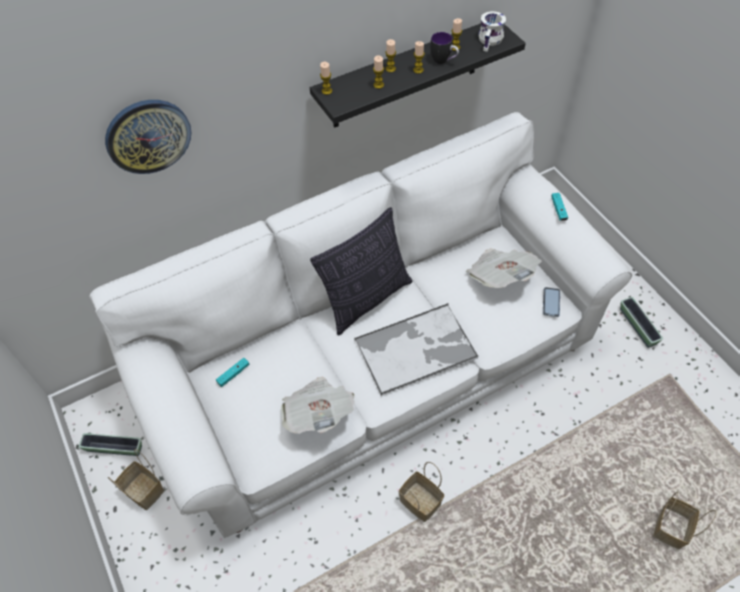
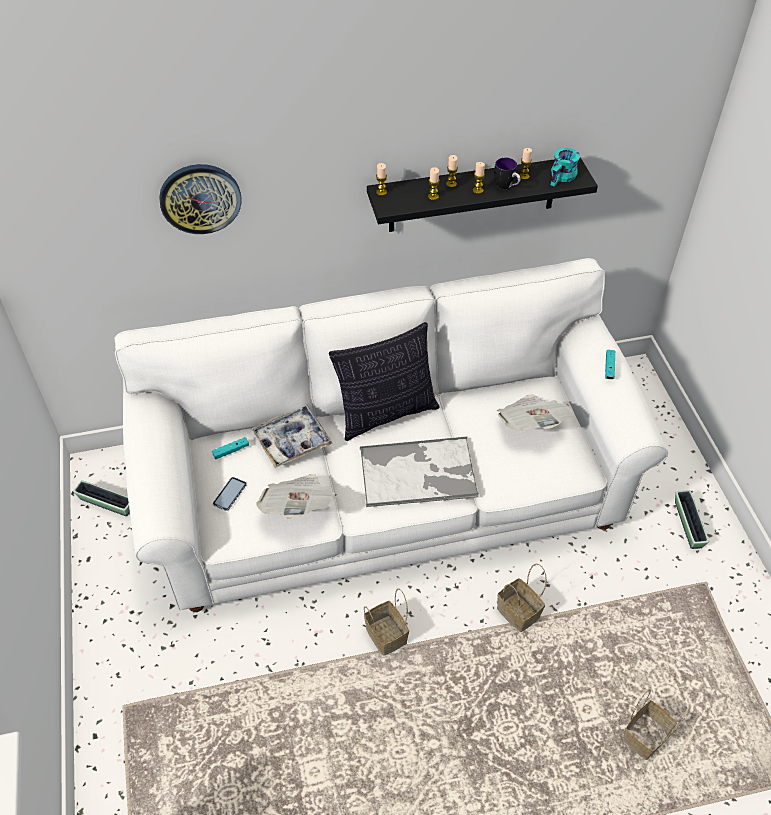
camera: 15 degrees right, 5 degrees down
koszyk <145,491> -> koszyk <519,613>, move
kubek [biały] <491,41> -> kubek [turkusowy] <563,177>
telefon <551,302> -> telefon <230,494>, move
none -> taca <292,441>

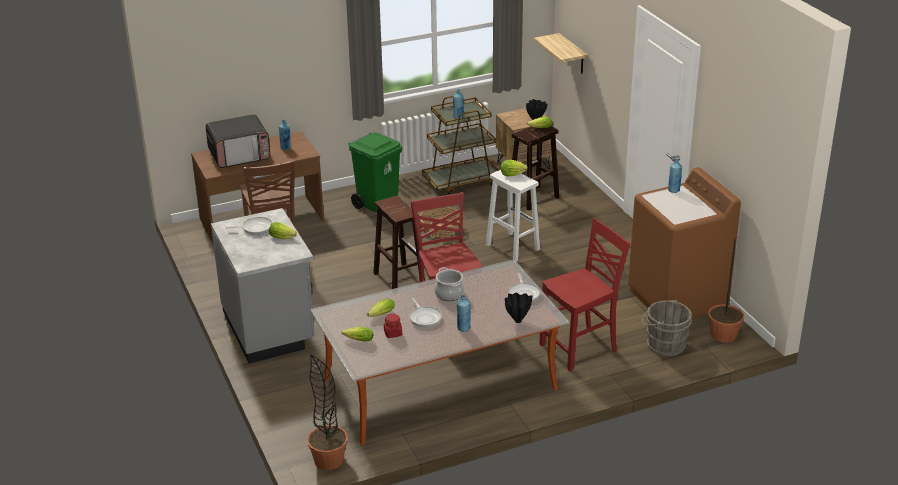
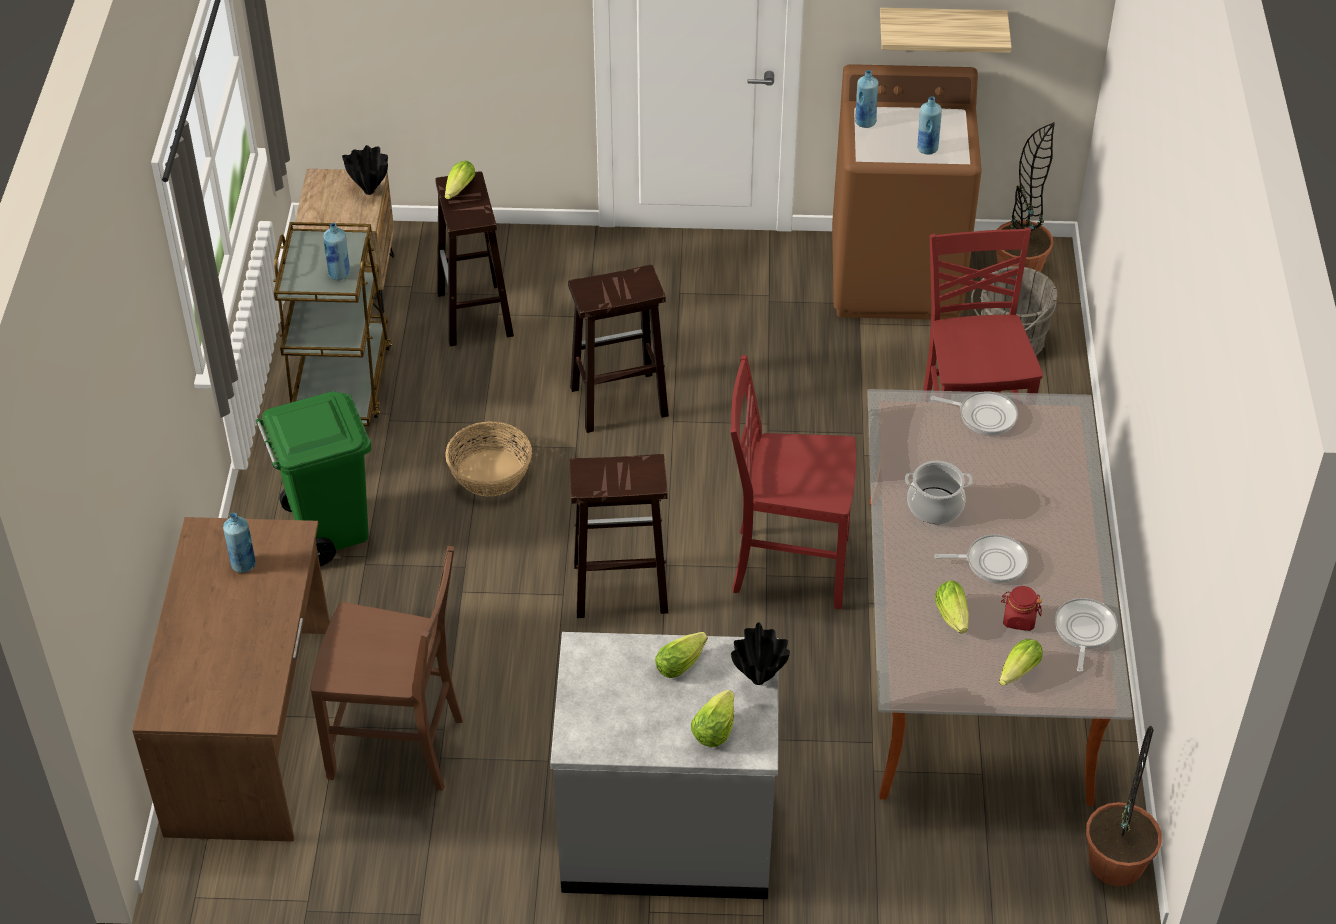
camera: 65 degrees left, 15 degrees up
mikrofalówka <240,155> -> none
patelnia <255,228> -> patelnia <1084,631>, move
butelka [niebieski] <463,328> -> butelka [niebieski] <927,148>, move
stołek [biały] <512,247> -> stołek [brązowy] <617,402>
sałata <512,174> -> sałata <714,730>, move
wazon [czarny] <517,321> -> wazon [czarny] <758,681>, move
półka <573,54> -> półka <941,29>, move

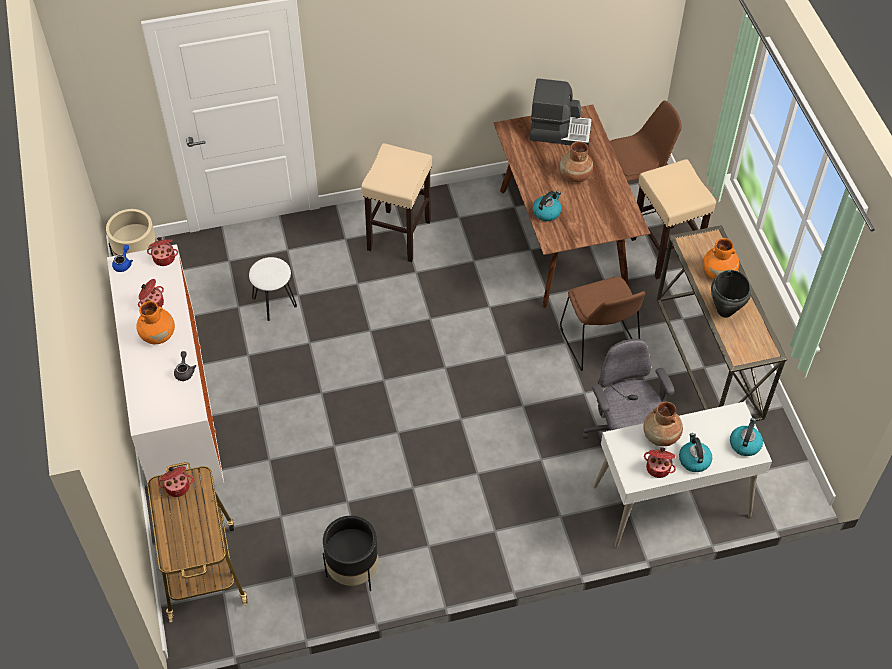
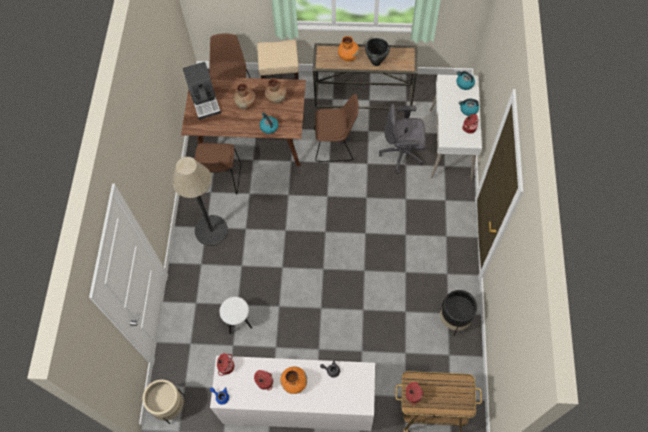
camera: 70 degrees left, 10 degrees up
stołek [beżowy] <399,235> -> lampa stojąca <211,230>
ekspres do kawy <559,131> -> ekspres do kawy <205,100>, 135 degrees clockwise
wazon [brązowy] <661,436> -> wazon [brązowy] <276,98>, move
none -> krzesło [brązowy] <219,179>

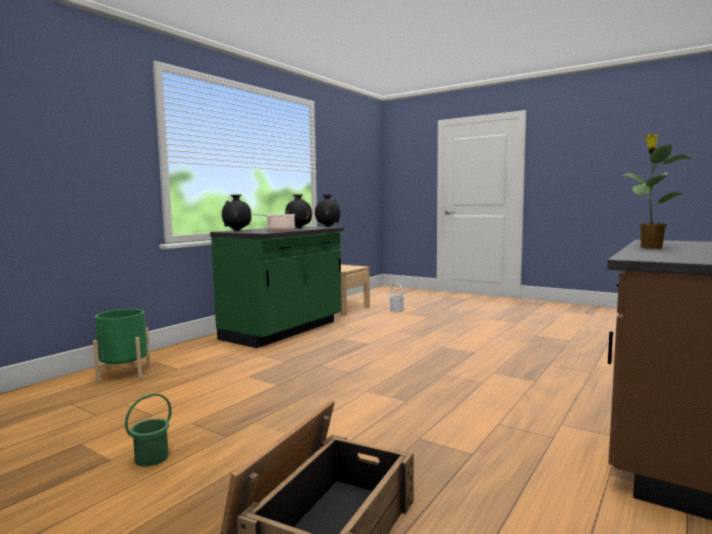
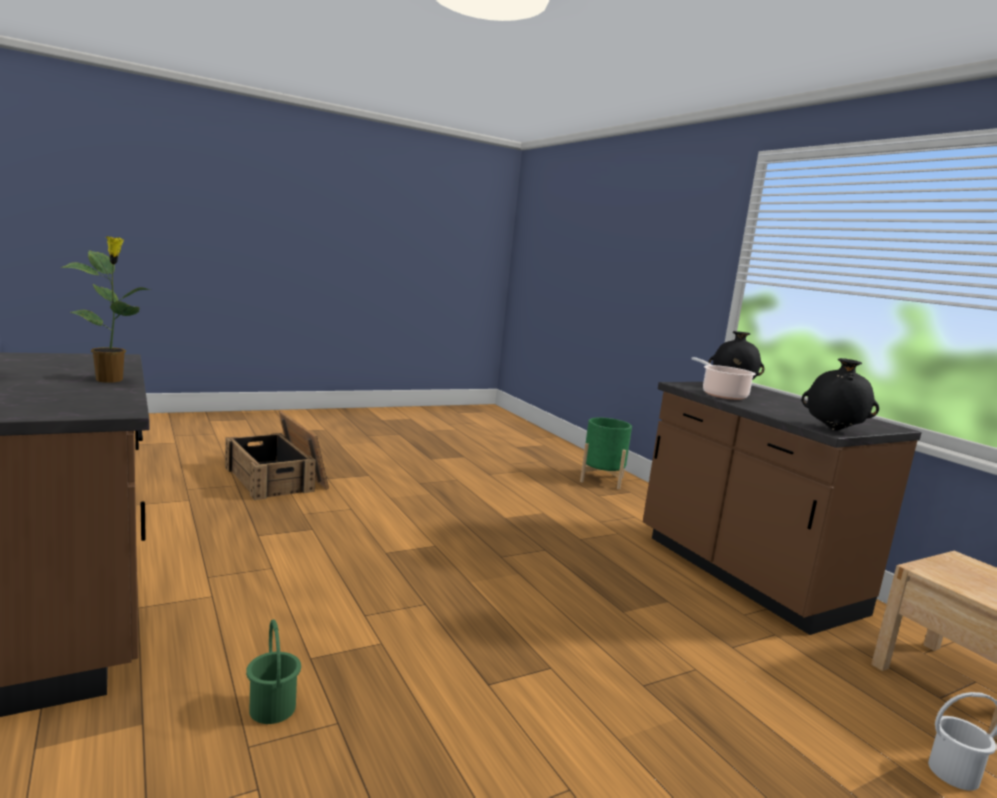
camera: 115 degrees right, 5 degrees up
wiadro [zielony] <151,458> -> wiadro [zielony] <273,708>, move
zabudowa kuchenna [zielony] <284,330> -> zabudowa kuchenna [brązowy] <744,575>
wazon [czarny] <298,228> -> none

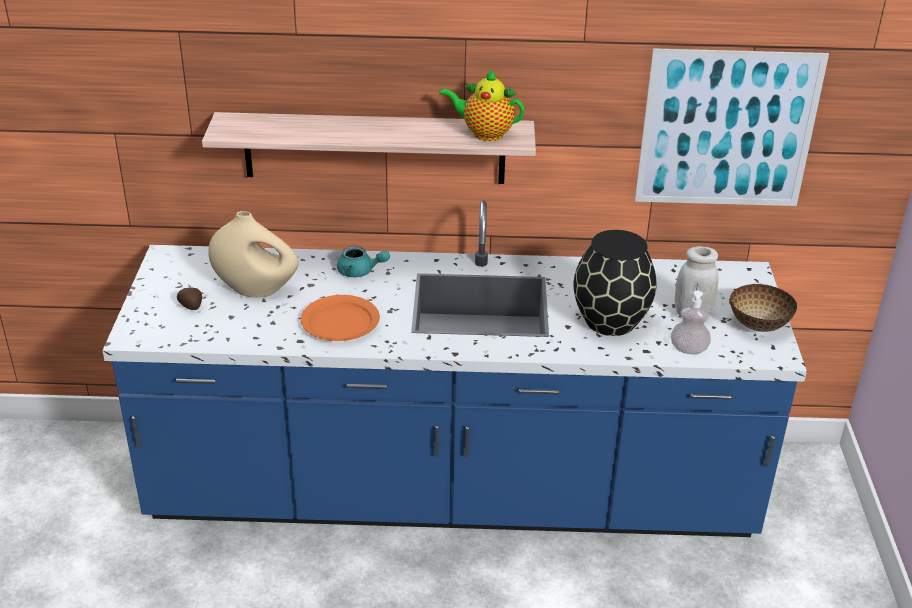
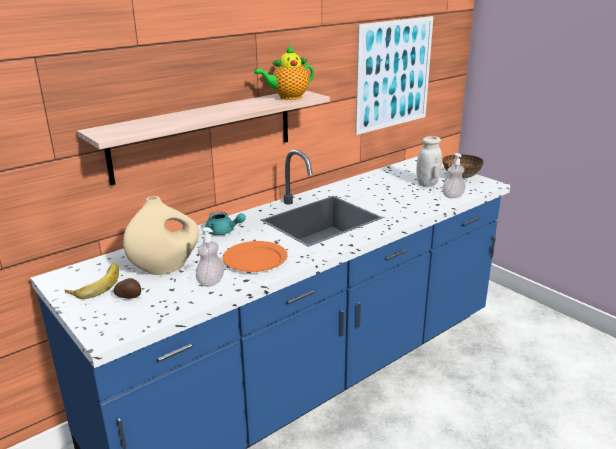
camera: 40 degrees left, 10 degrees down
imbryk [turkusowy] <360,272> -> imbryk [turkusowy] <223,232>, 45 degrees clockwise
wazon [czarny] <609,320> -> none
none -> banan <95,284>
none -> dozownik mydła <211,282>

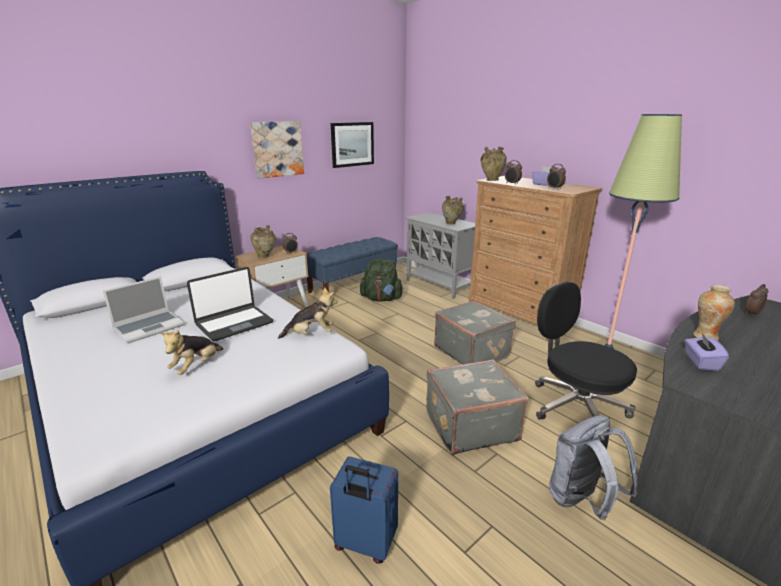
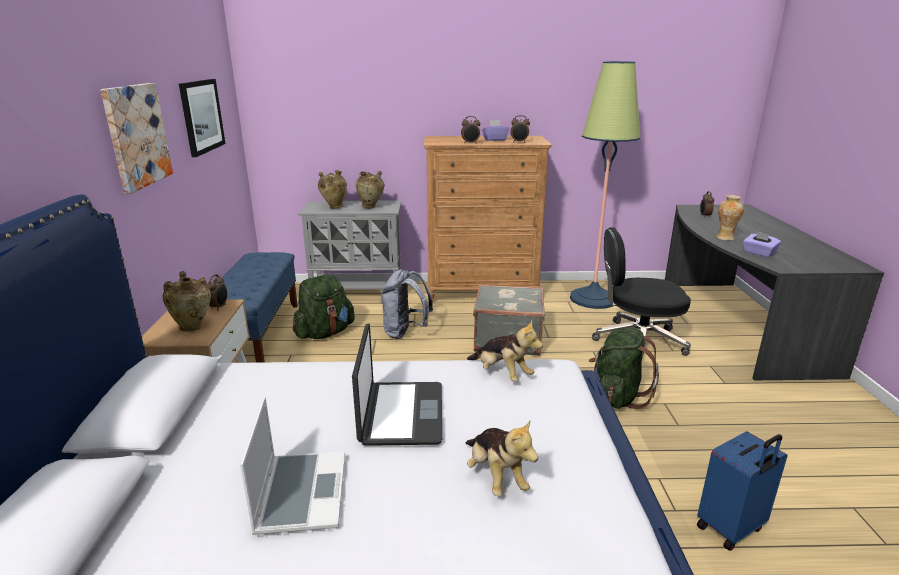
camera: 50 degrees left, 0 degrees up
pluszak <311,334> -> pluszak <502,374>, 105 degrees clockwise
walizka [szary] <469,425> -> plecak [zielony] <616,397>
wazon [beżowy] <491,180> -> wazon [beżowy] <334,207>, move
plecak [szary] <581,501> -> plecak [szary] <405,332>, move

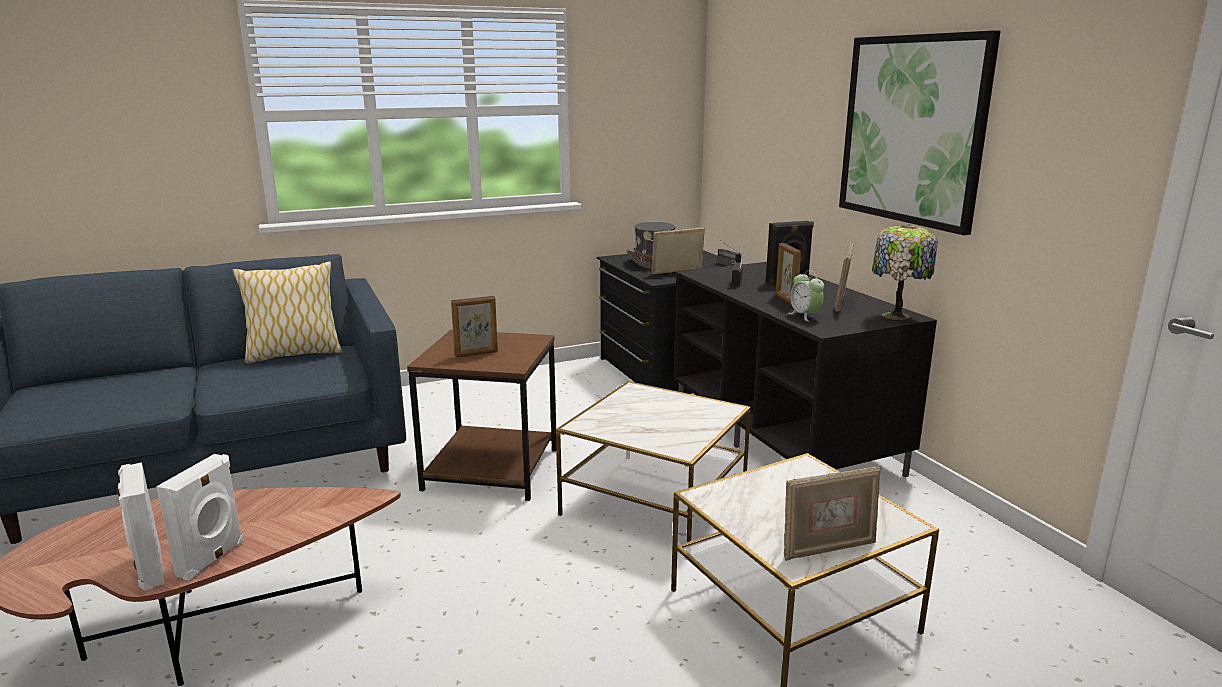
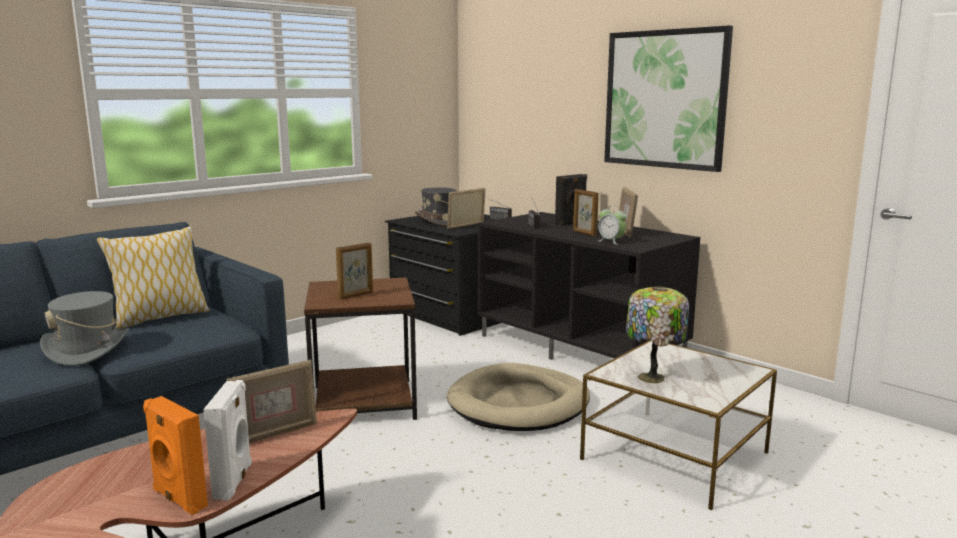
camera: 20 degrees left, 5 degrees down
głośnik [biały] <149,569> -> głośnik [pomarańczowy] <178,499>
stolik <655,501> -> legowisko [beżowy] <519,404>
ramka na zdjęcie <828,549> -> ramka na zdjęcie <275,434>, move
lampa stołowa <896,316> -> lampa stołowa <652,378>, move
none -> kapelusz [szary] <88,350>

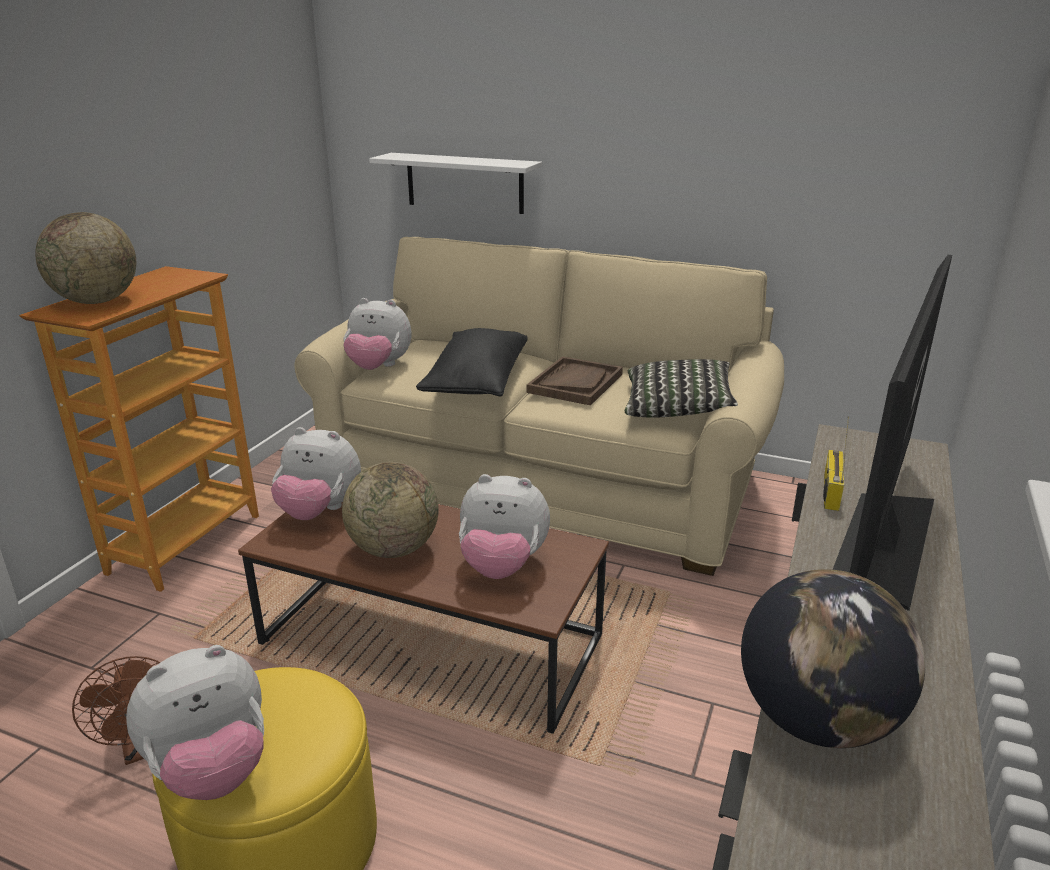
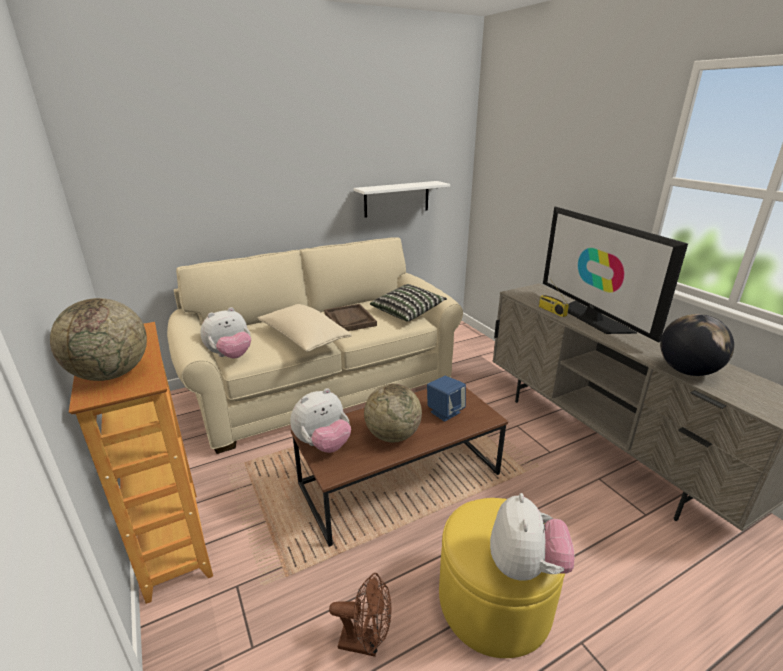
camera: 50 degrees left, 0 degrees up
półka [biały] <464,183> -> półka [biały] <396,199>, move
poduszka [czarny] <476,382> -> poduszka [beżowy] <304,339>
pluszak <502,566> -> głośnik [niebieski] <445,412>

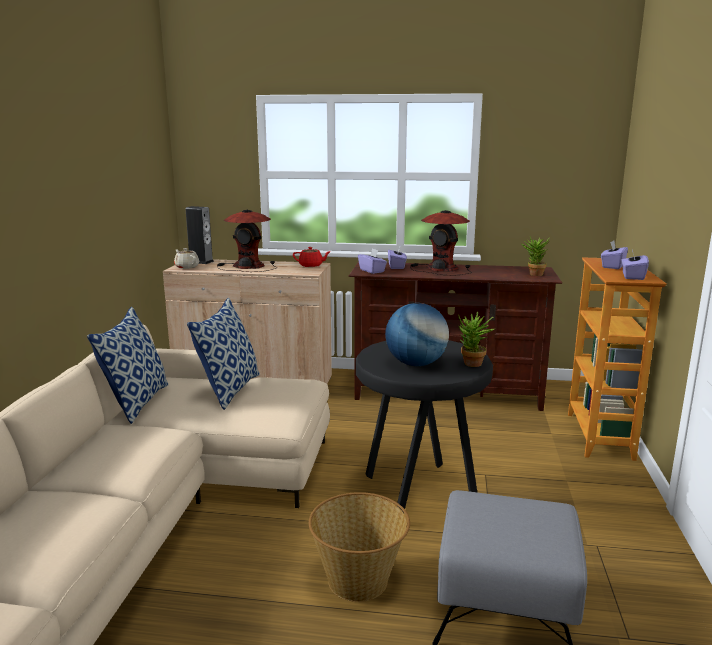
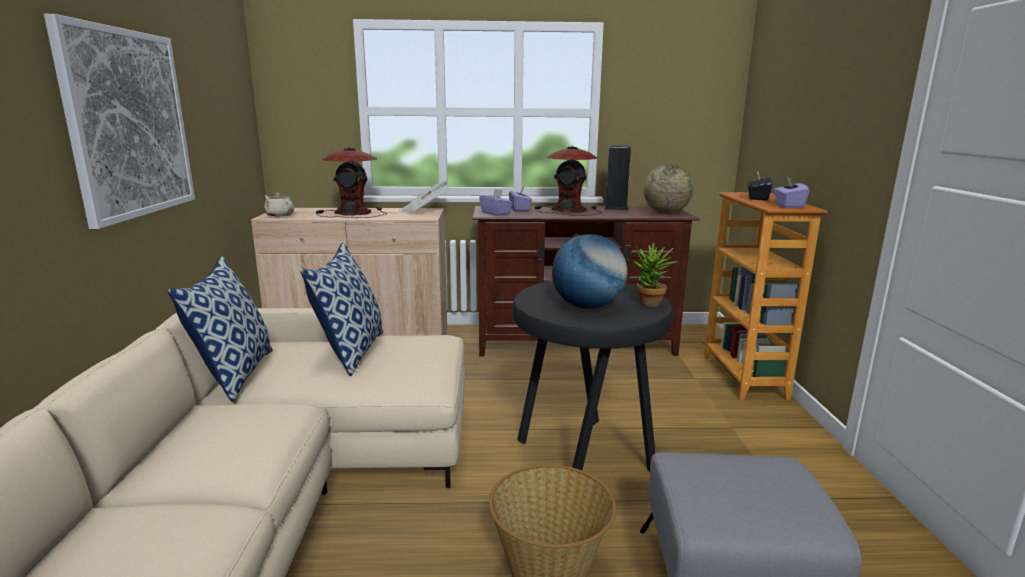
camera: 10 degrees left, 0 degrees up
głośnik <201,262> -> głośnik <616,208>, move
imbryk [czerwony] <311,265> -> gazeta <424,211>
roślina doniczkowa <533,274> -> globus <665,213>
pudełko chusteczek [fioletowy] <612,266> -> pudełko chusteczek [czarny] <757,198>
none -> obraz <129,124>

